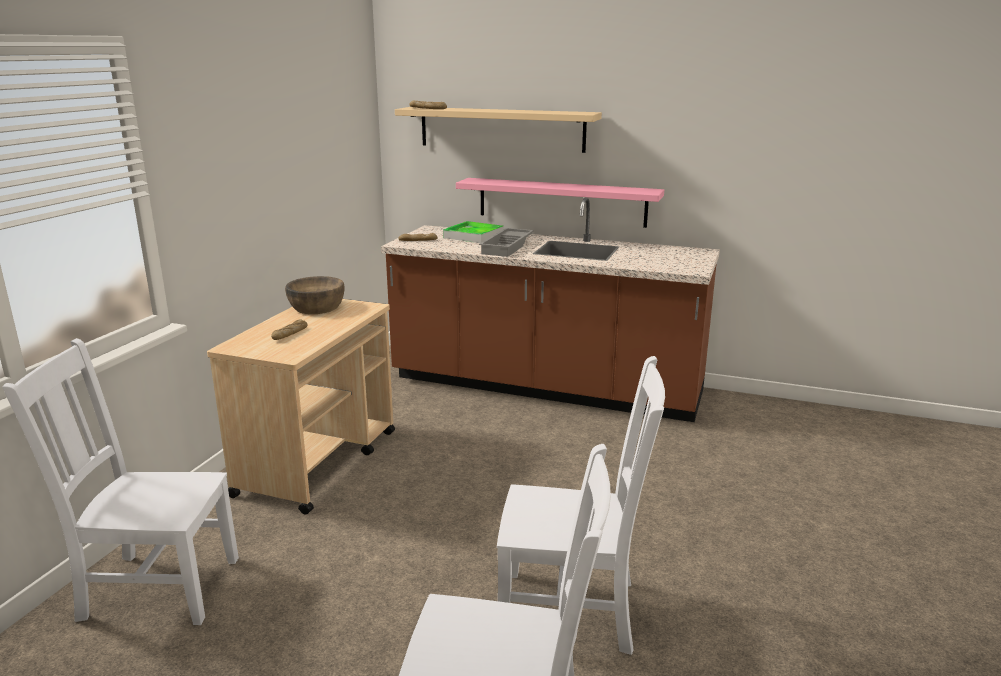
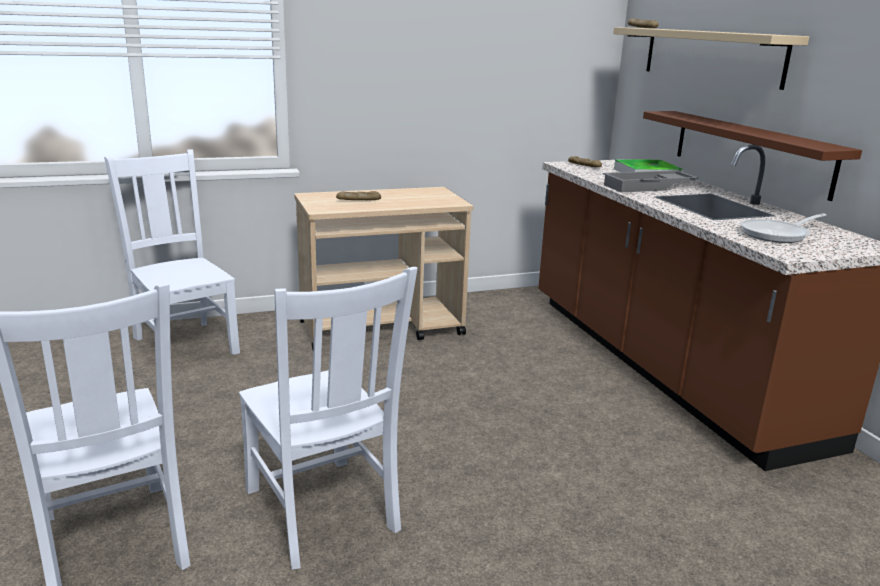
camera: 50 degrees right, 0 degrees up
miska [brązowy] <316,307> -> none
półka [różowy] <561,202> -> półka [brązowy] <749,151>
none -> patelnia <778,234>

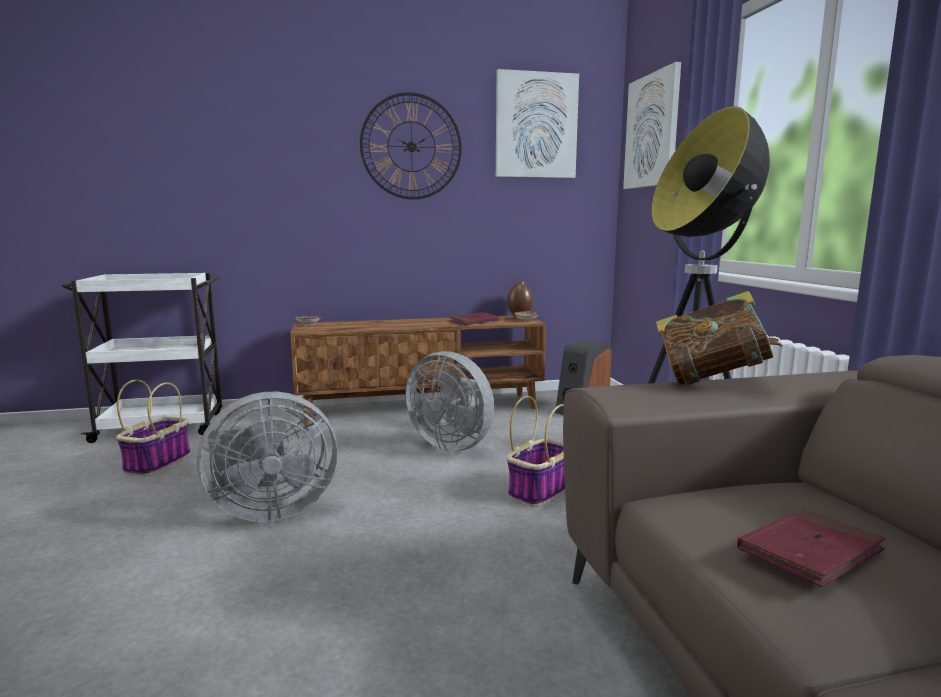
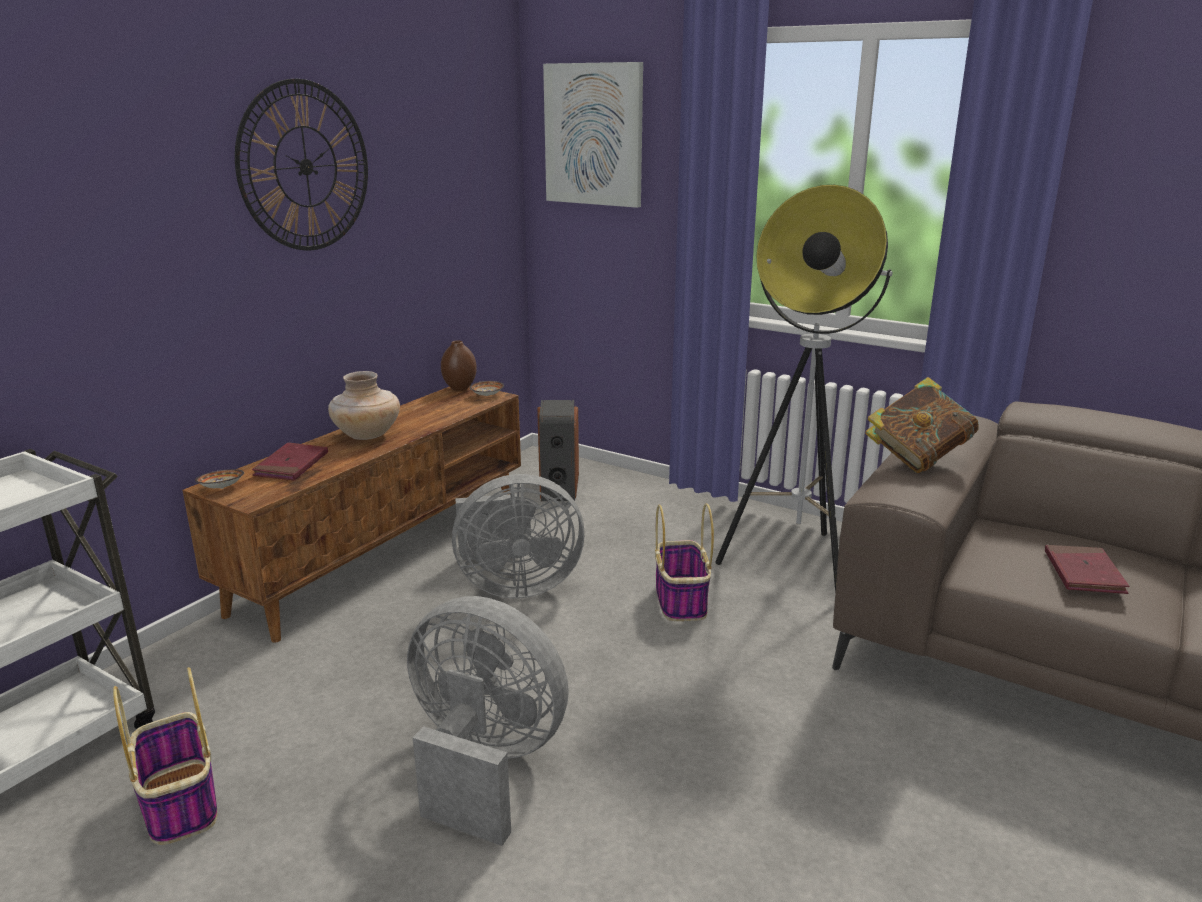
camera: 45 degrees left, 10 degrees up
wentylator [szary] <268,511> -> wentylator [szary] <484,764>, 90 degrees counterclockwise
książka [czerwony] <474,321> -> książka [czerwony] <291,465>, move
obraz <536,126> -> none
none -> wazon [beżowy] <367,435>

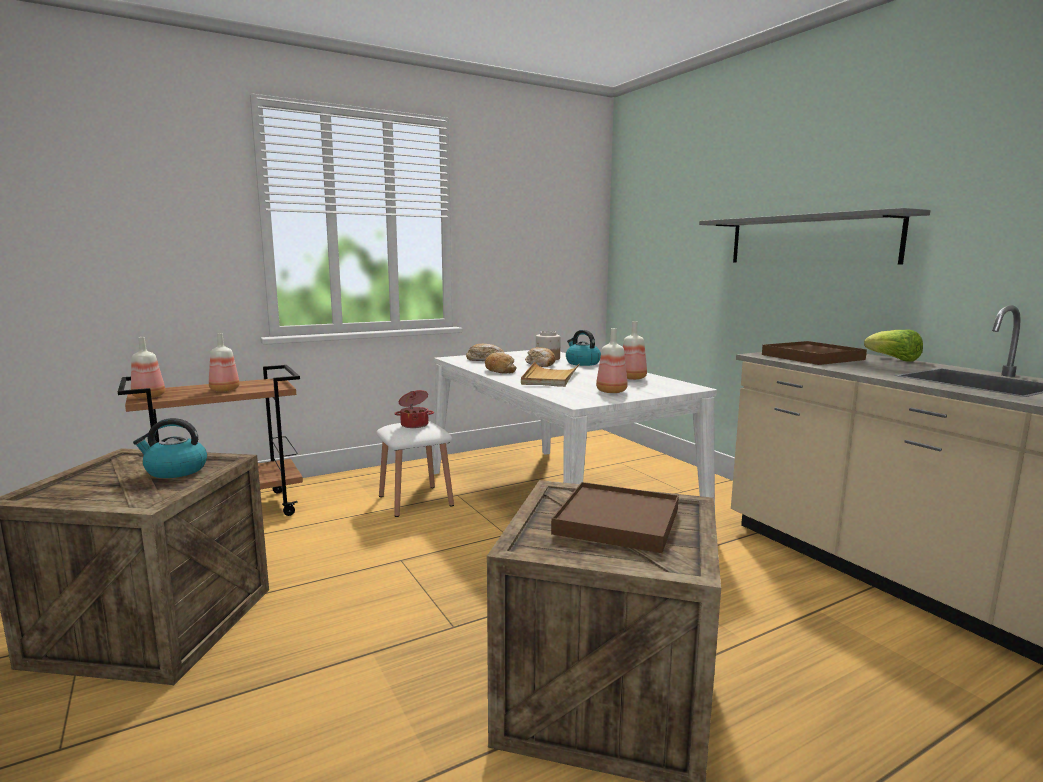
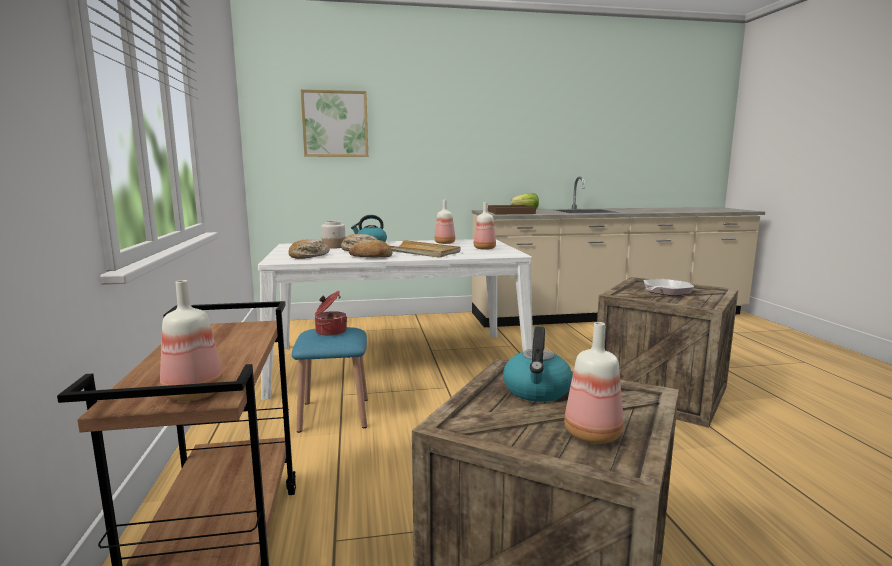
camera: 70 degrees left, 0 degrees up
butelka <224,390> -> butelka <594,435>, move
stołek [biały] <415,500> -> stołek [niebieski] <334,414>
taca [brązowy] <617,521> -> patelnia <665,291>
półka [szary] <809,240> -> none
none -> obraz <335,124>

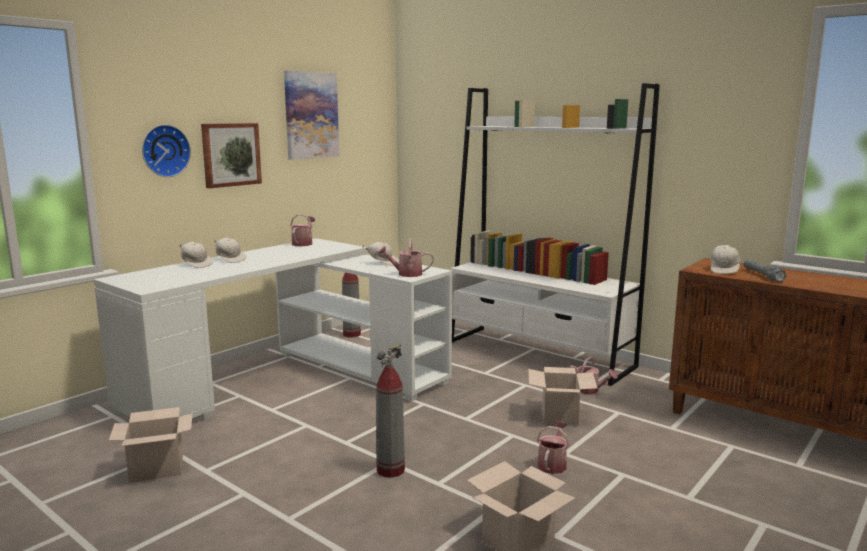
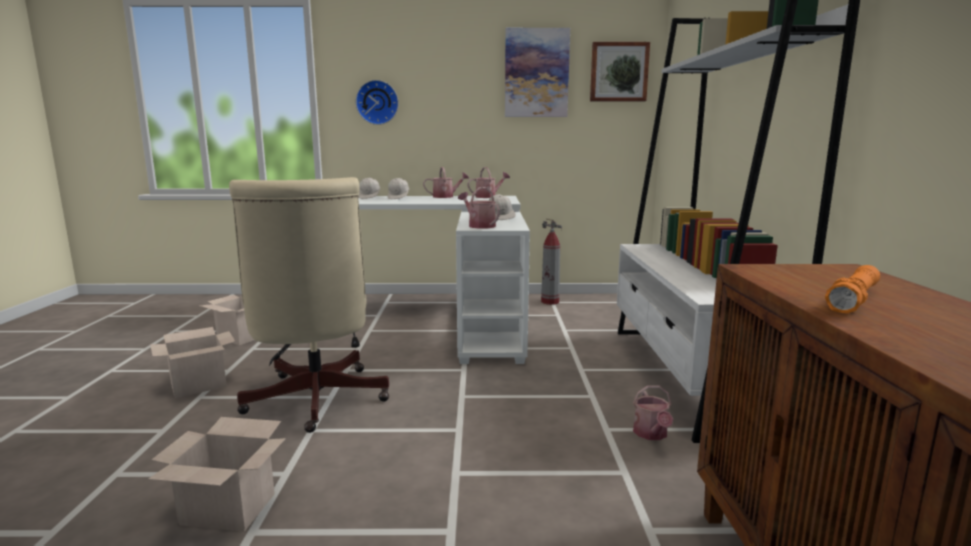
camera: 50 degrees right, 0 degrees up
obraz <230,154> -> obraz <618,72>, move
gaśnica <390,470> -> krzesło biurowe [beżowy] <315,402>
karton <560,416> -> karton <197,386>, move
konewka <553,464> -> konewka <446,196>, move
czapka z daszkiem [biały] <724,270> -> none
latarka [szary] <762,275> -> latarka [pomarańczowy] <853,300>

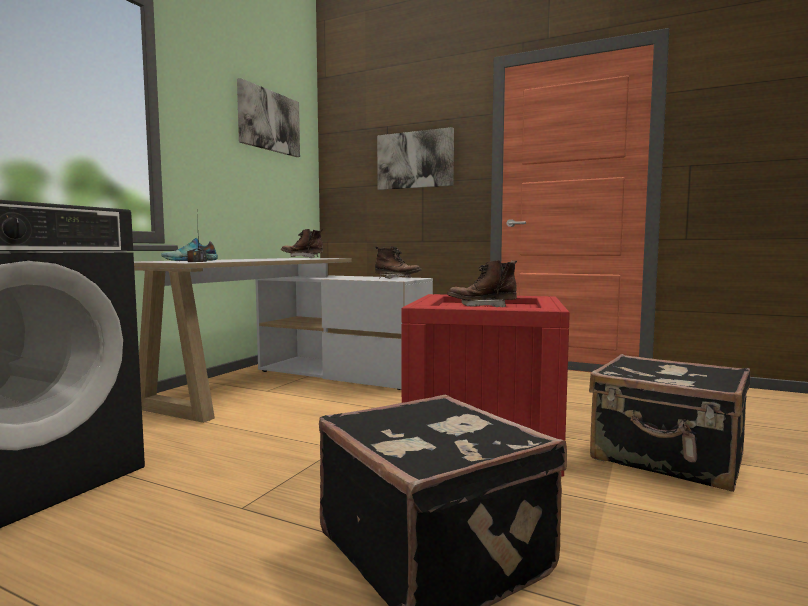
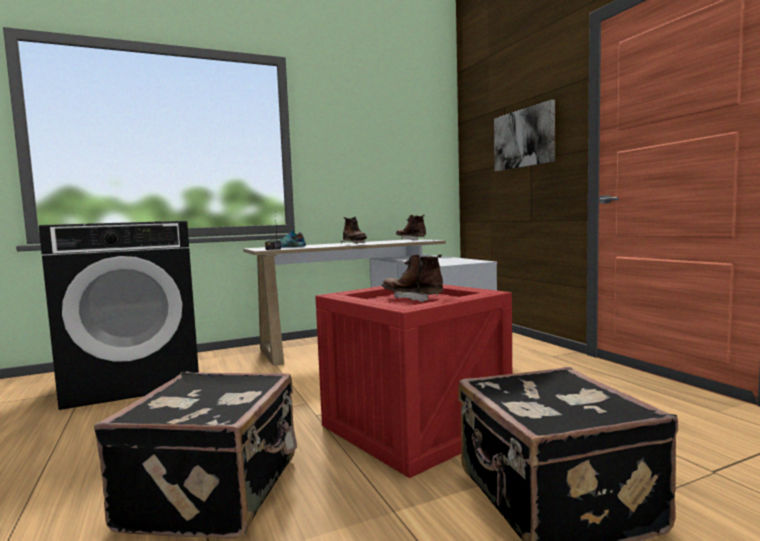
camera: 40 degrees right, 0 degrees up
obraz <269,121> -> none
but z cholewką [brązowy] <397,279> -> but z cholewką [brązowy] <354,244>, move

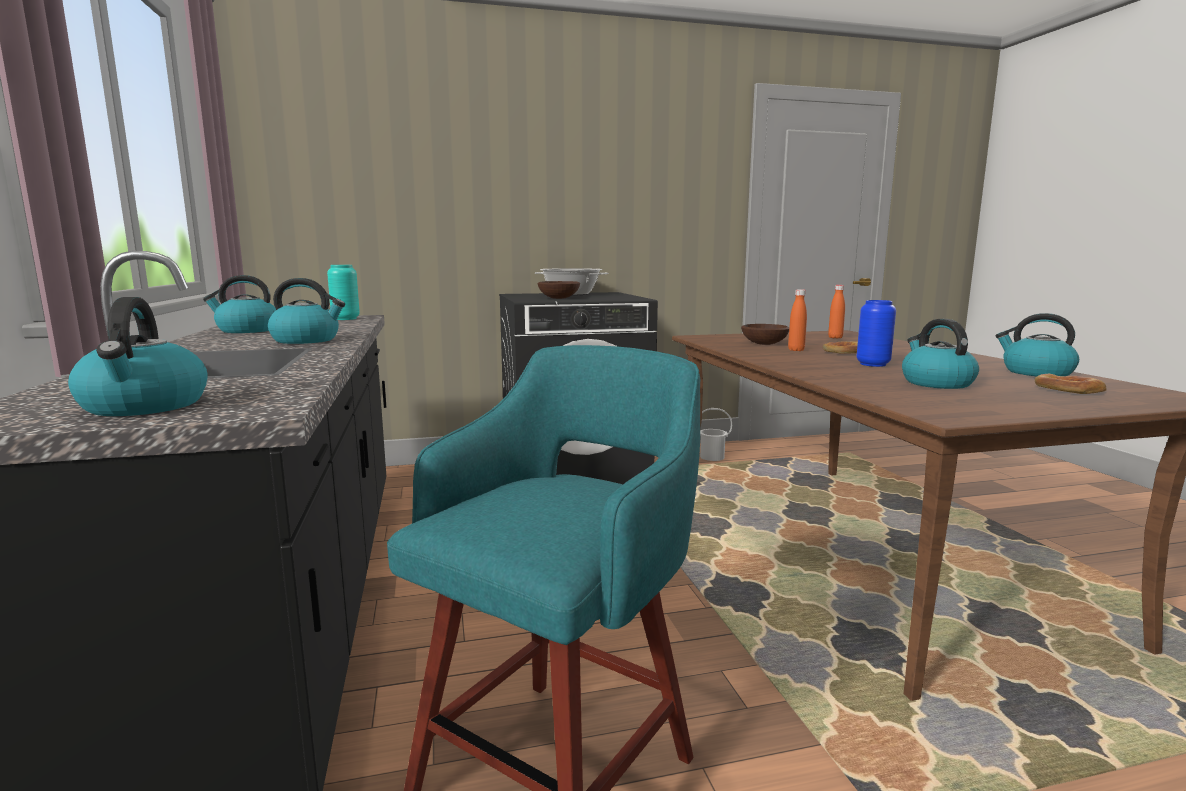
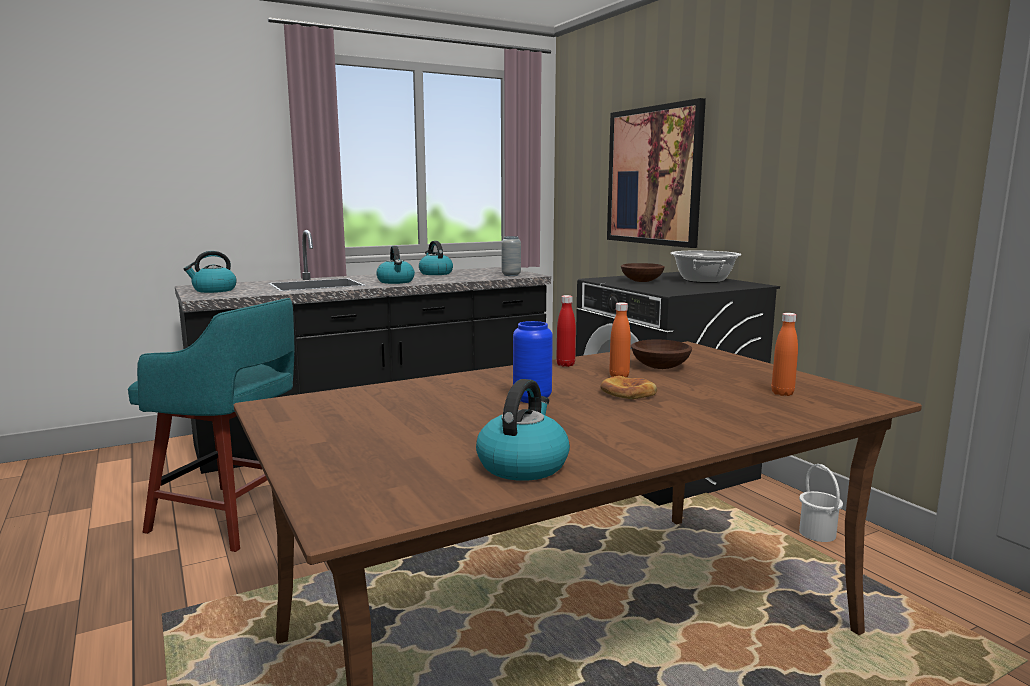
camera: 75 degrees right, 0 degrees up
wazon [turkusowy] <345,319> -> wazon [szary] <511,275>
czajnik <935,383> -> none
chleb <1069,389> -> none
none -> butelka [czerwony] <565,364>
none -> obraz <653,176>

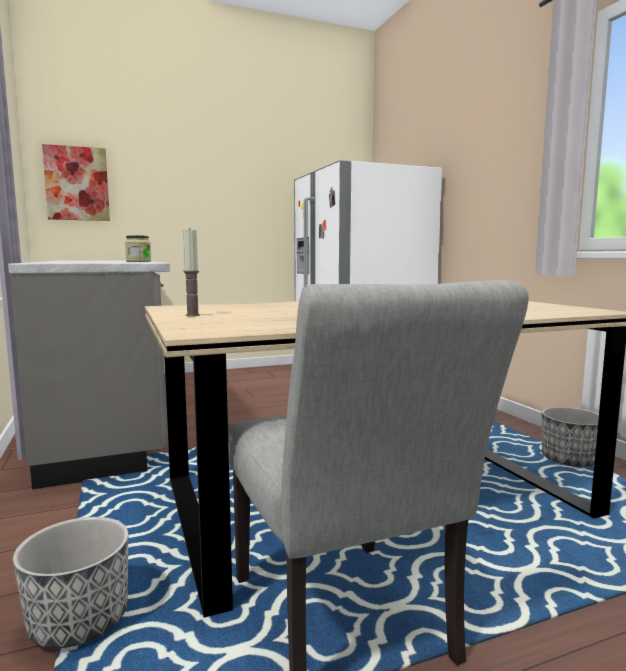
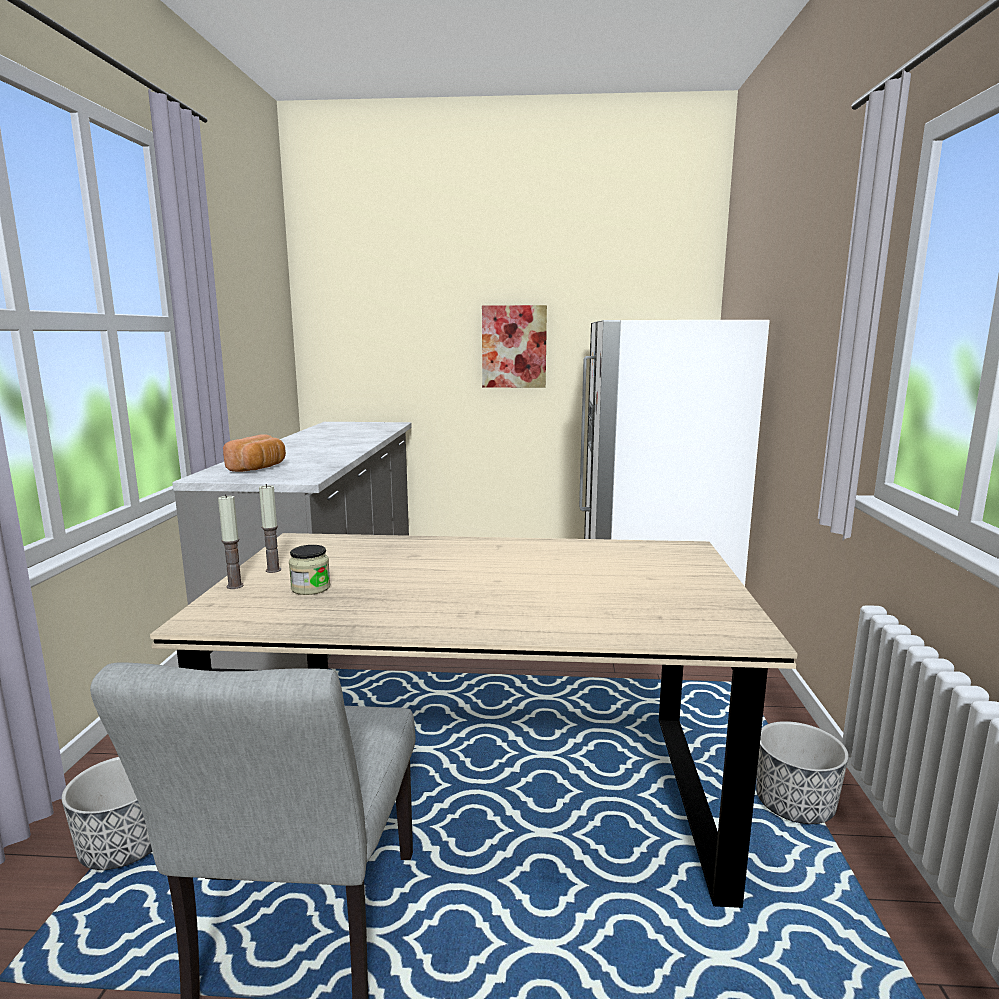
camera: 25 degrees right, 5 degrees up
obraz <77,184> -> obraz <514,347>, move
słoik <138,261> -> słoik <310,588>, move
none -> świeca <235,586>
none -> chleb <259,468>

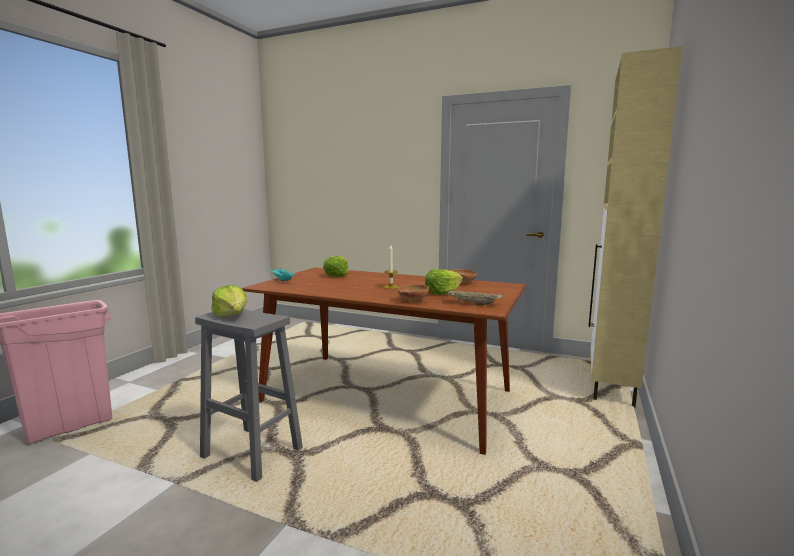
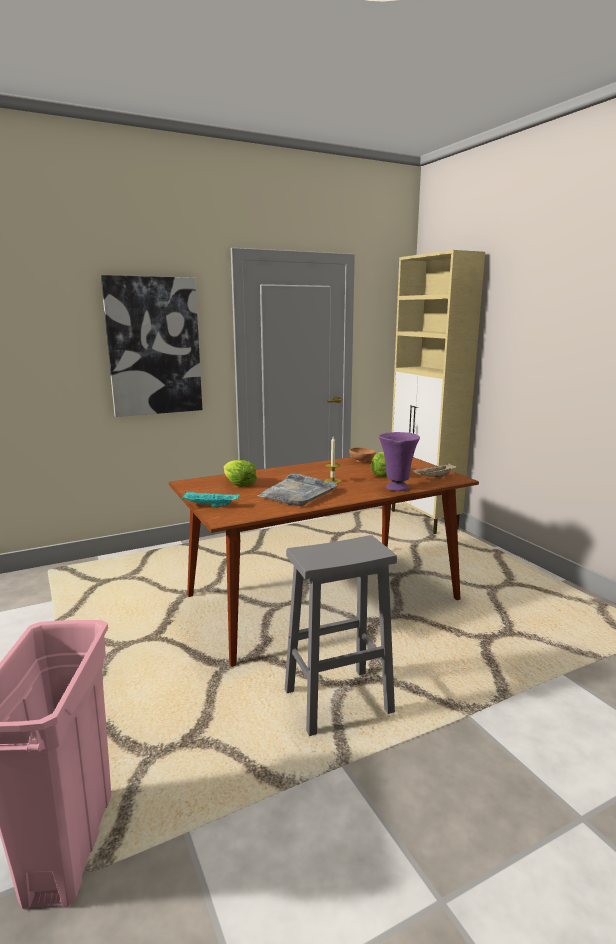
camera: 50 degrees left, 5 degrees up
sałata <232,315> -> none
miska [brązowy] <412,301> -> wazon [fioletowy] <396,488>
none -> obraz <154,346>
none -> taca [szary] <297,493>

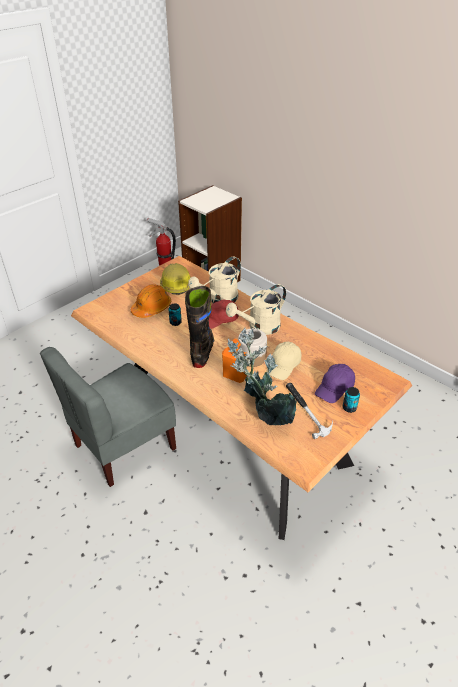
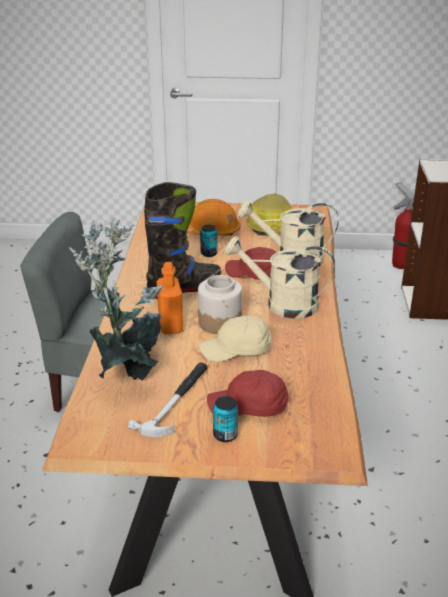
camera: 50 degrees right, 10 degrees down
czapka z daszkiem [fioletowy] <335,388> -> czapka z daszkiem [czerwony] <248,407>

